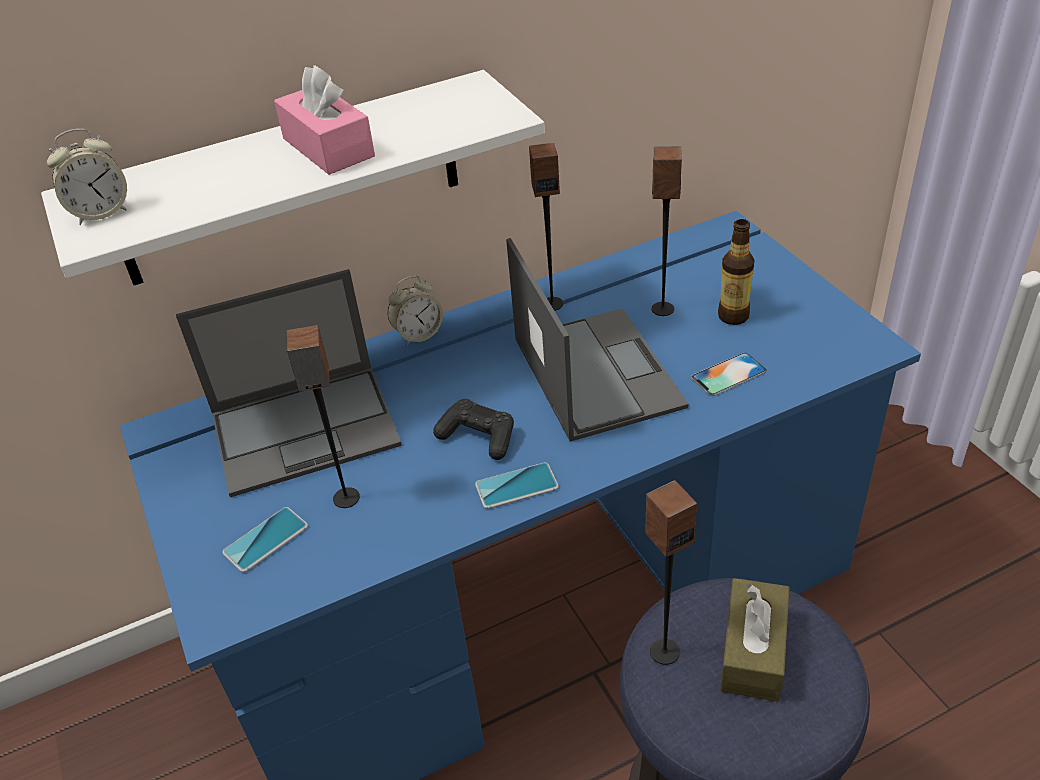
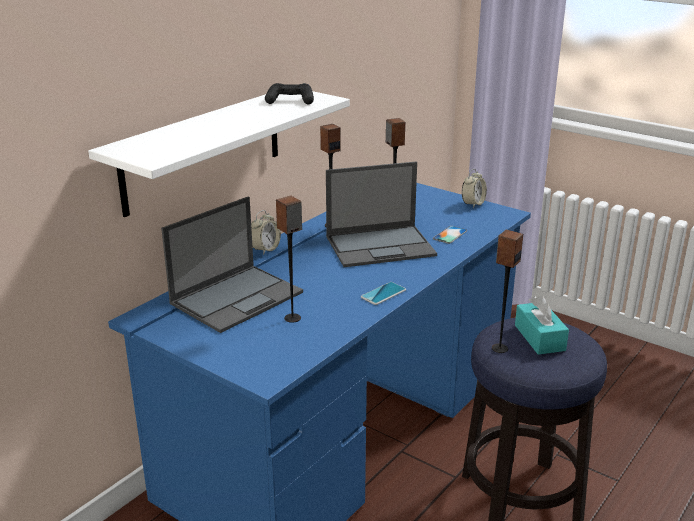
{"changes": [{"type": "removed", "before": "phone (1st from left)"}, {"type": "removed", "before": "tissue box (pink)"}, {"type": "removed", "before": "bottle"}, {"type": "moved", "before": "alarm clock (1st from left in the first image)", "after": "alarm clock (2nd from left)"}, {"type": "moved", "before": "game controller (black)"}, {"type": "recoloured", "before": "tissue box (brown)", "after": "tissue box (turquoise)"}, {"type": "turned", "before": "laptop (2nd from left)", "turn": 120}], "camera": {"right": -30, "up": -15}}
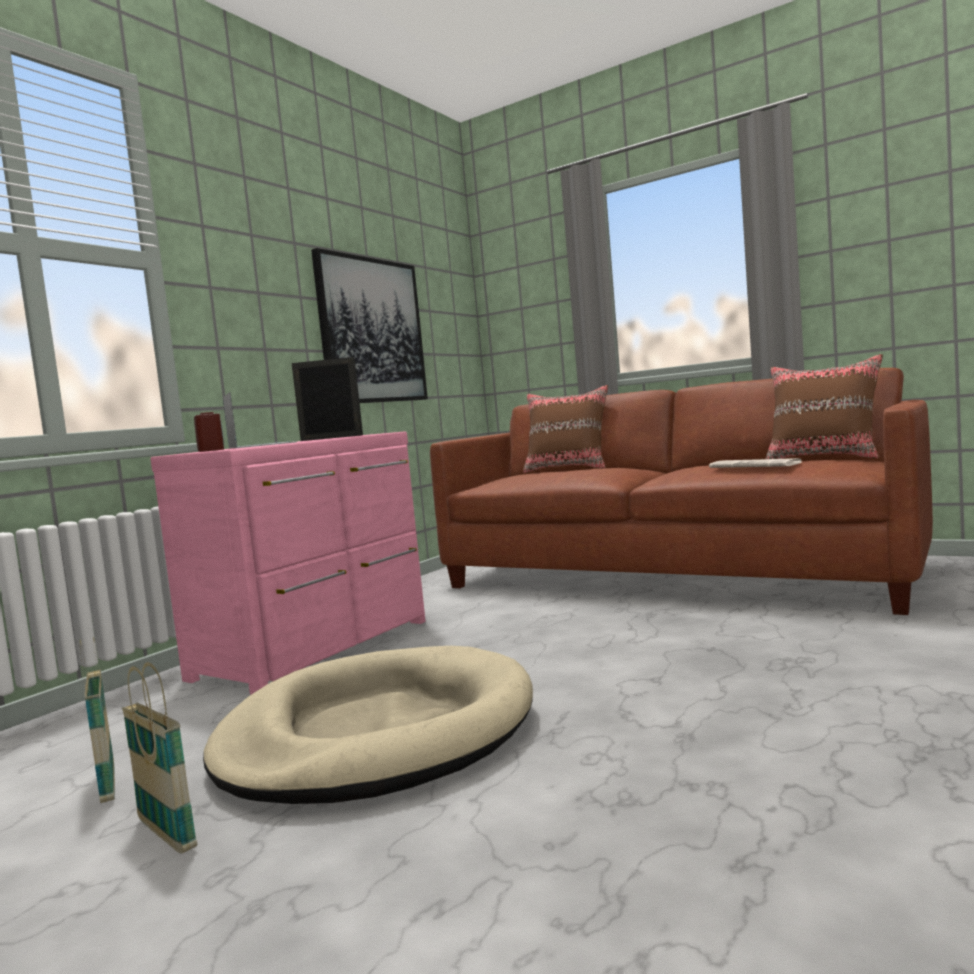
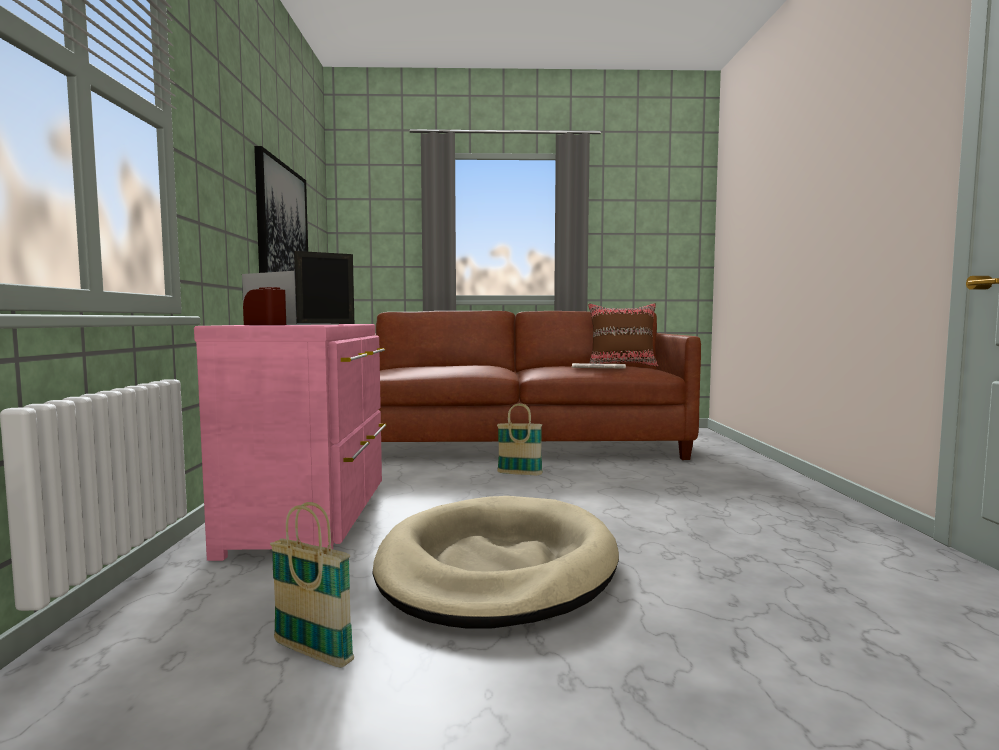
{"changes": [{"type": "removed", "before": "pillow (brown) (1st from left)"}, {"type": "moved", "before": "basket (2nd from left)"}], "camera": {"right": -35, "up": 0}}
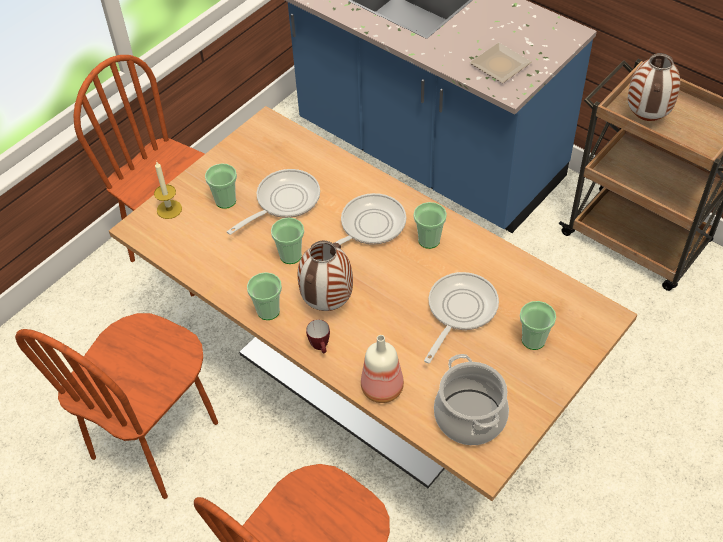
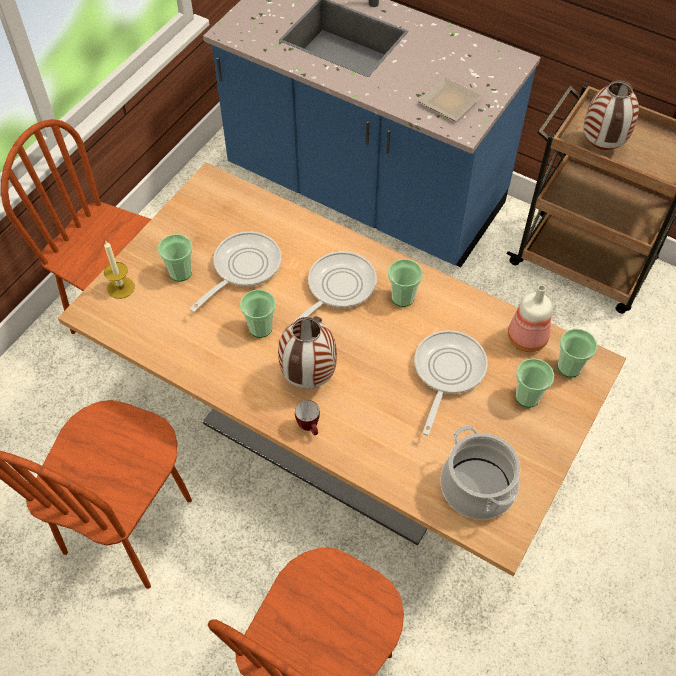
{"changes": [{"type": "moved", "before": "cup (2nd from left in the first image)", "after": "cup (5th from left)"}, {"type": "moved", "before": "bottle"}], "camera": {"right": -10, "up": 5}}
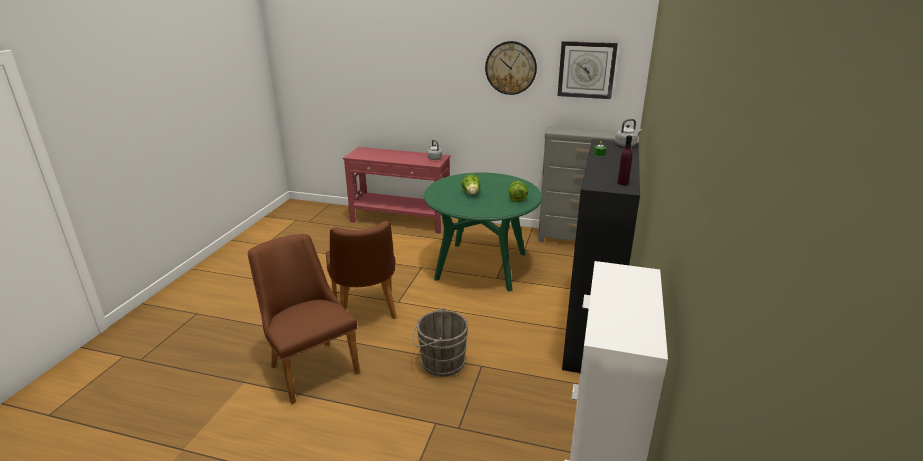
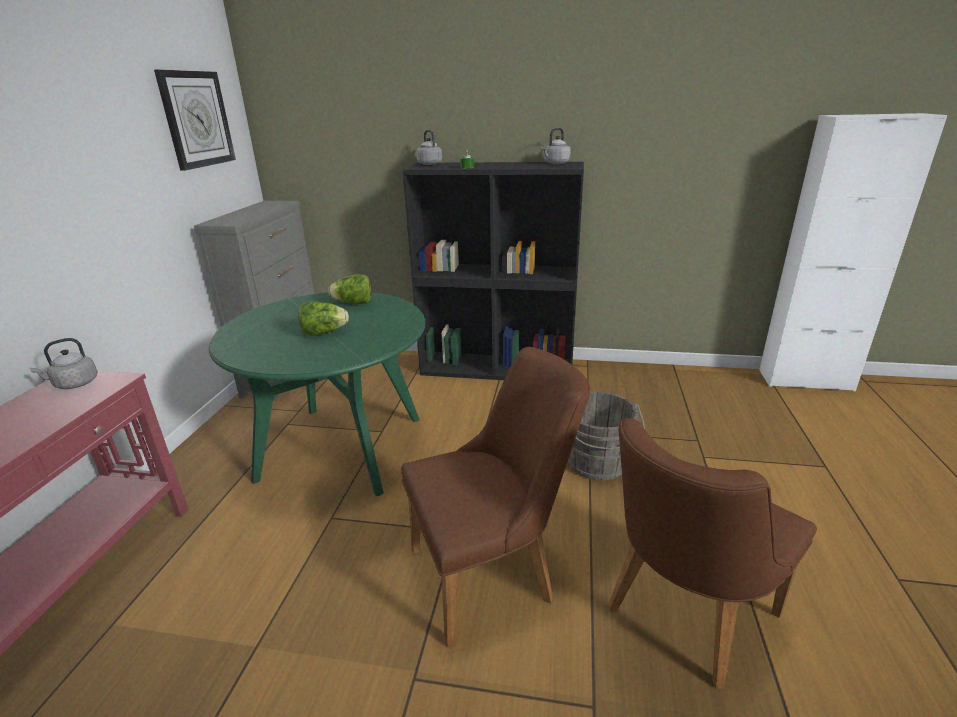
{"changes": [{"type": "removed", "before": "wall clock (1st from left)"}, {"type": "replaced", "before": "bottle (purple)", "after": "kettle (grey) (3rd from left)"}], "camera": {"right": -95, "up": 0}}
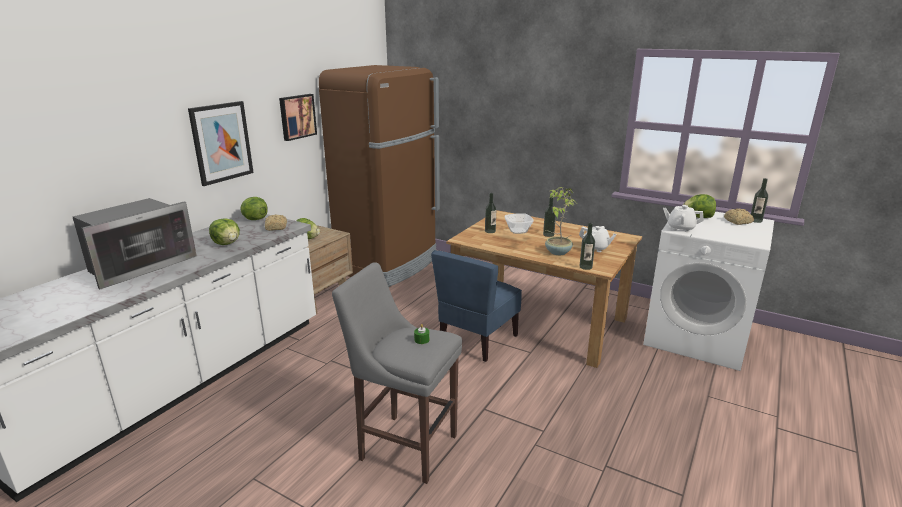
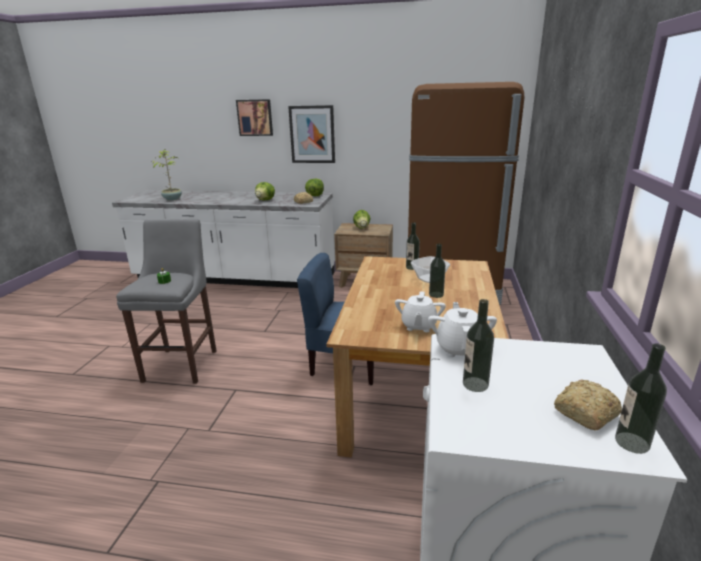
{"changes": [{"type": "removed", "before": "microwave"}, {"type": "removed", "before": "lettuce (4th from left)"}, {"type": "moved", "before": "picture (2nd from left in the first image)", "after": "picture (1st from left)"}, {"type": "moved", "before": "potted plant"}, {"type": "moved", "before": "bottle (3rd from left)"}], "camera": {"right": 70, "up": 0}}
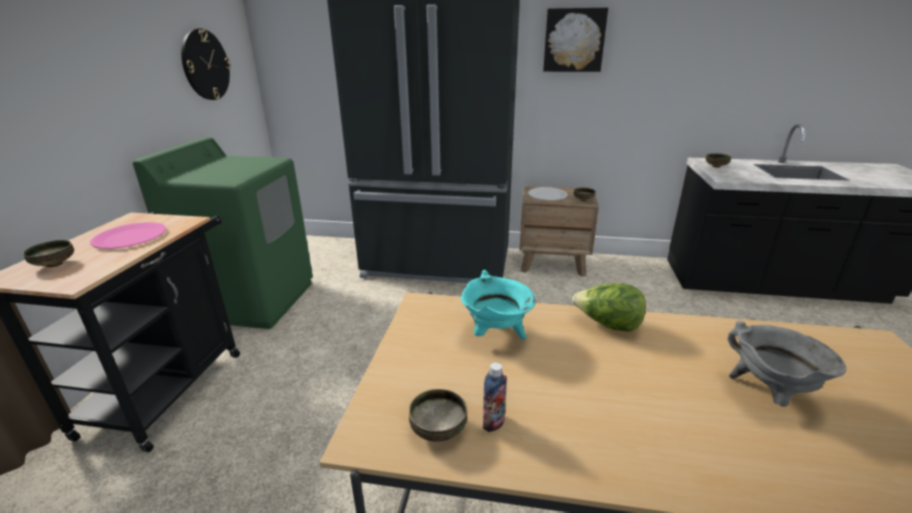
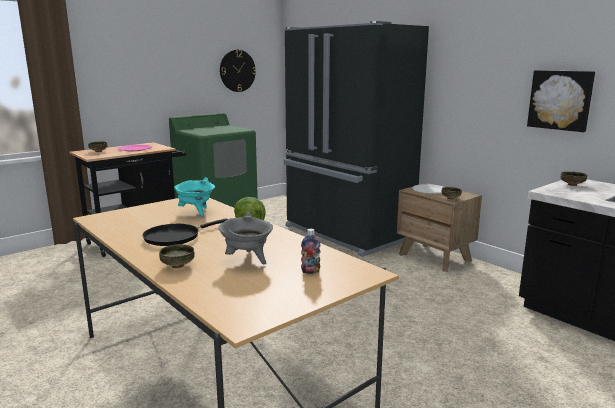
{"changes": [{"type": "added", "after": "frying pan (black)"}, {"type": "moved", "before": "bowl (2nd from left)"}, {"type": "moved", "before": "bottle"}, {"type": "moved", "before": "picture"}], "camera": {"right": 40, "up": -10}}
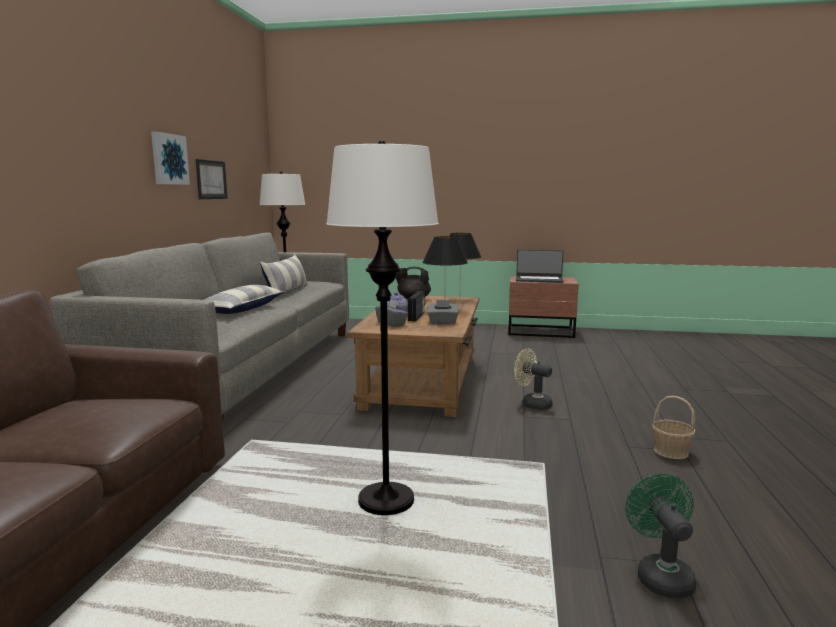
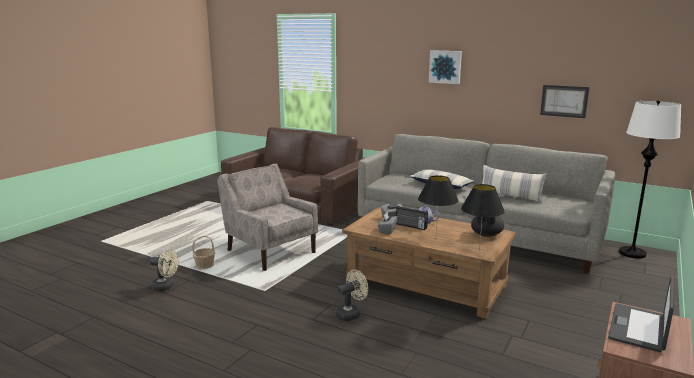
{"changes": [{"type": "moved", "before": "picture (1st from left)"}, {"type": "moved", "before": "basket"}, {"type": "replaced", "before": "floor lamp (white) (2nd from left)", "after": "armchair (beige)"}, {"type": "recoloured", "before": "fan (green)", "after": "fan (beige) (1st from left)"}], "camera": {"right": 110, "up": 5}}
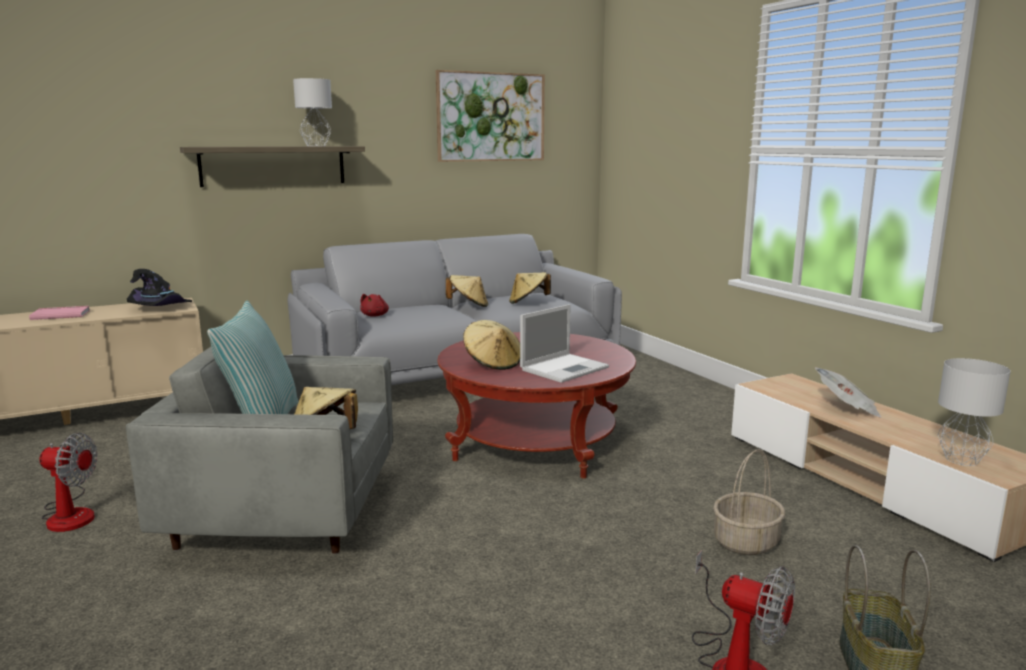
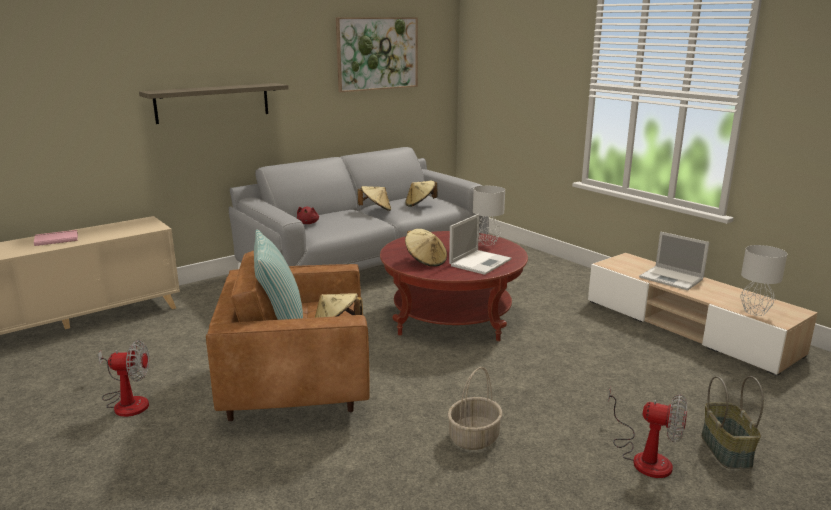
{"changes": [{"type": "removed", "before": "hat (black)"}, {"type": "moved", "before": "table lamp (grey) (1st from left)"}, {"type": "moved", "before": "basket (1st from left)"}, {"type": "replaced", "before": "newspaper", "after": "laptop (2nd from left)"}, {"type": "recoloured", "before": "armchair (grey)", "after": "armchair (brown)"}], "camera": {"right": -10, "up": 5}}
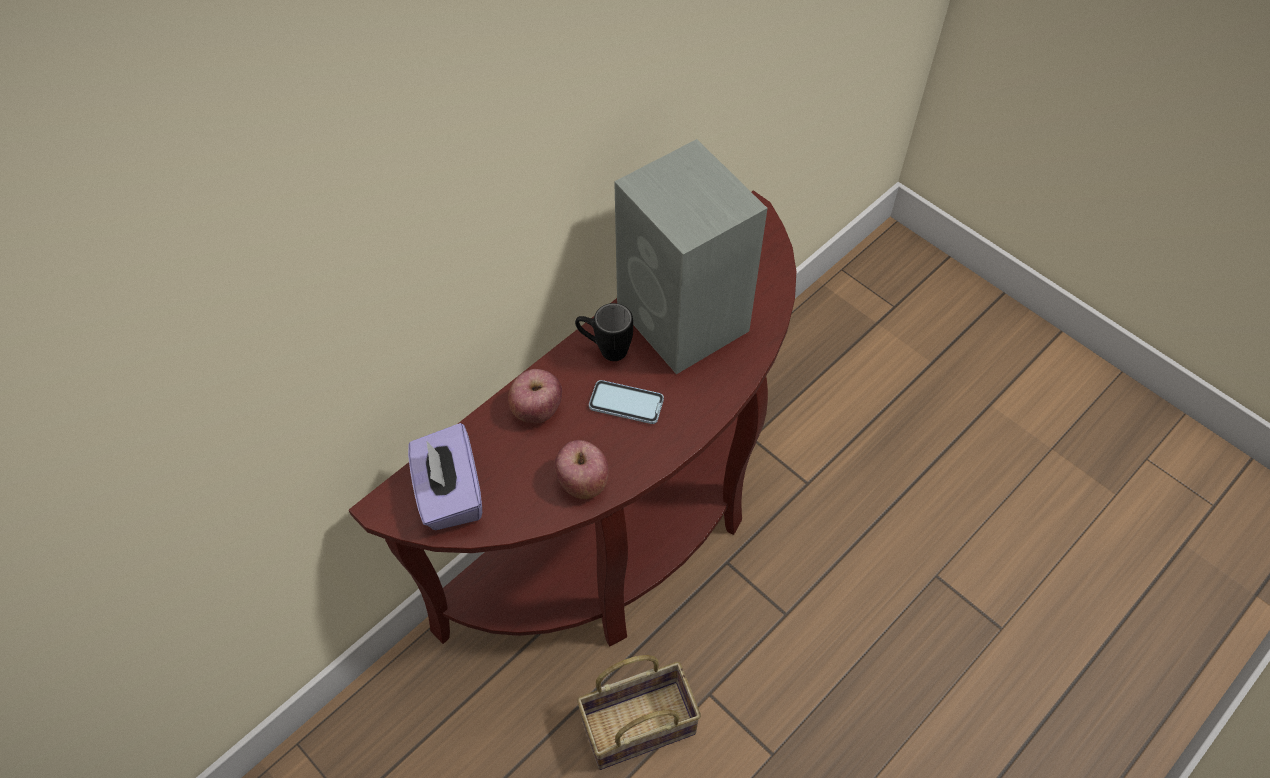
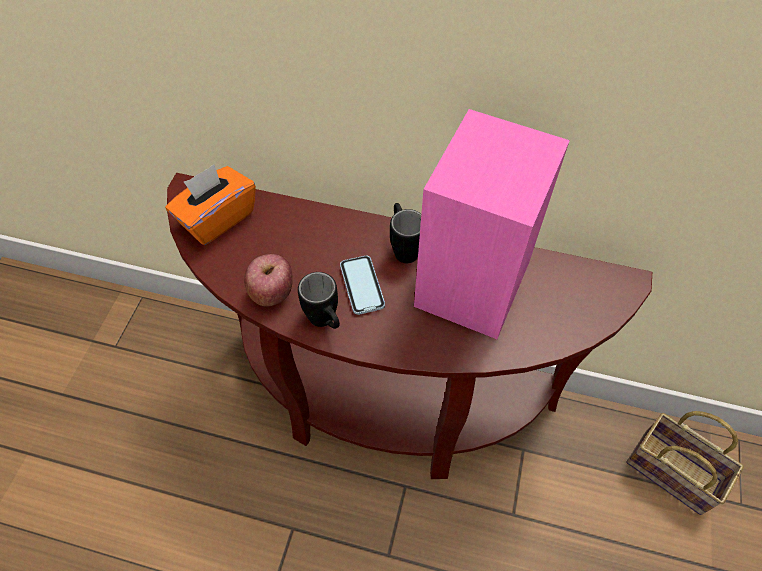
{"changes": [{"type": "removed", "before": "apple (1st from left)"}, {"type": "added", "after": "mug (black) (1st from left)"}, {"type": "moved", "before": "basket"}, {"type": "recoloured", "before": "tissue box (purple)", "after": "tissue box (orange)"}, {"type": "recoloured", "before": "speaker (grey)", "after": "speaker (pink)"}], "camera": {"right": 60, "up": 0}}
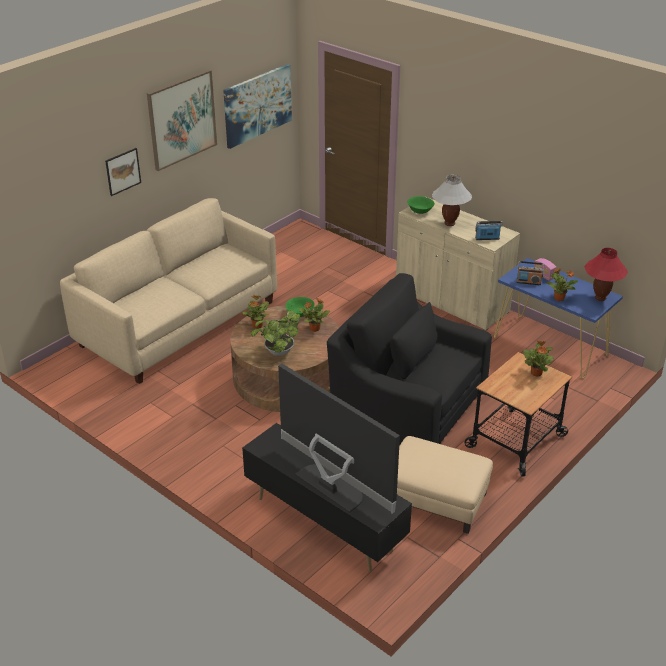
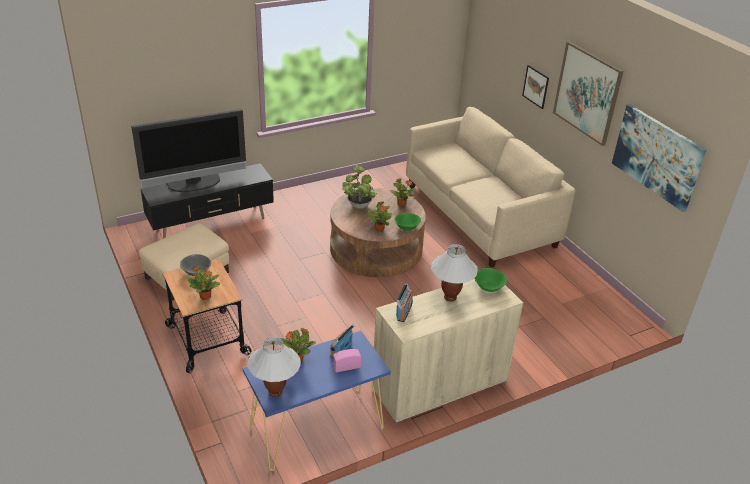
{"changes": [{"type": "removed", "before": "armchair (black)"}, {"type": "added", "after": "bowl (grey)"}, {"type": "recoloured", "before": "table lamp (red)", "after": "table lamp (white) (1st from left)"}], "camera": {"right": 110, "up": 0}}
